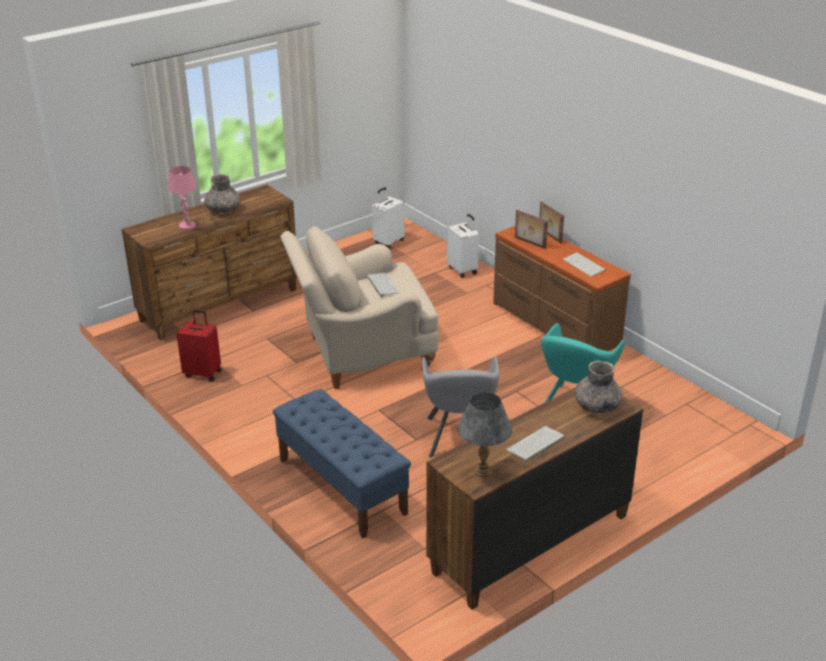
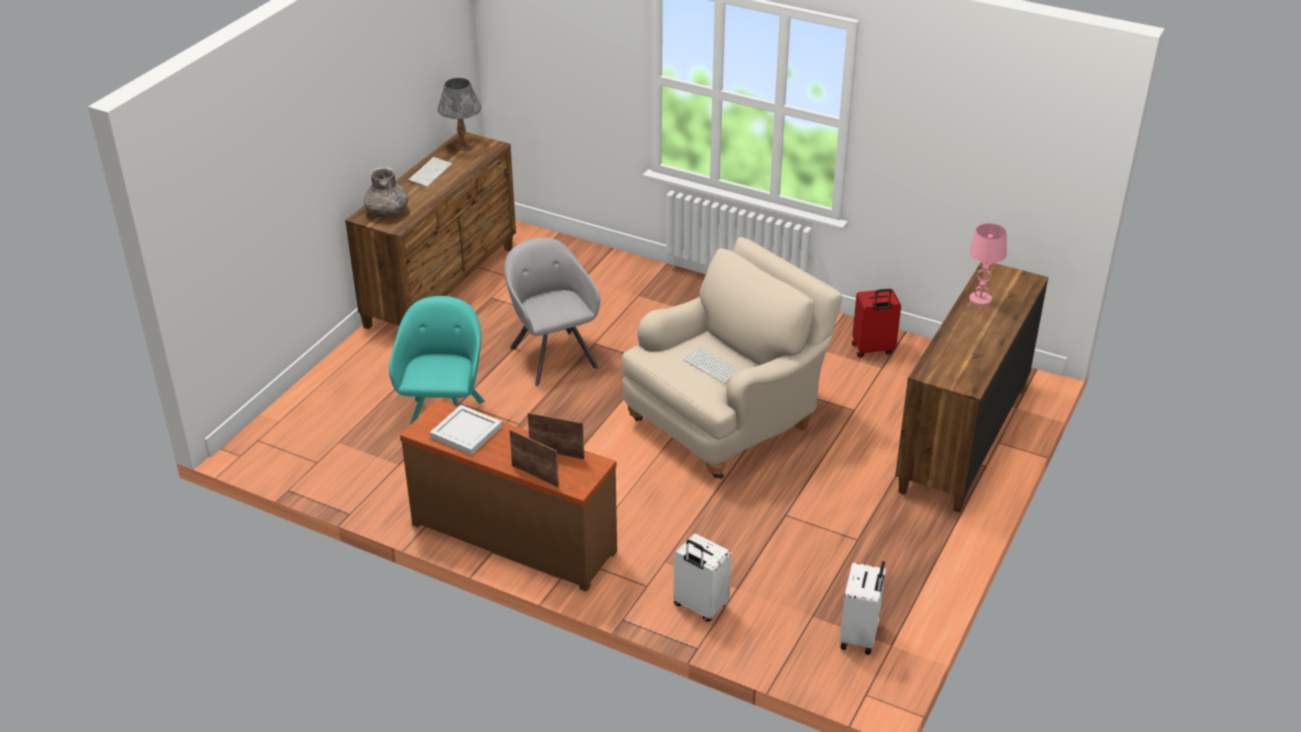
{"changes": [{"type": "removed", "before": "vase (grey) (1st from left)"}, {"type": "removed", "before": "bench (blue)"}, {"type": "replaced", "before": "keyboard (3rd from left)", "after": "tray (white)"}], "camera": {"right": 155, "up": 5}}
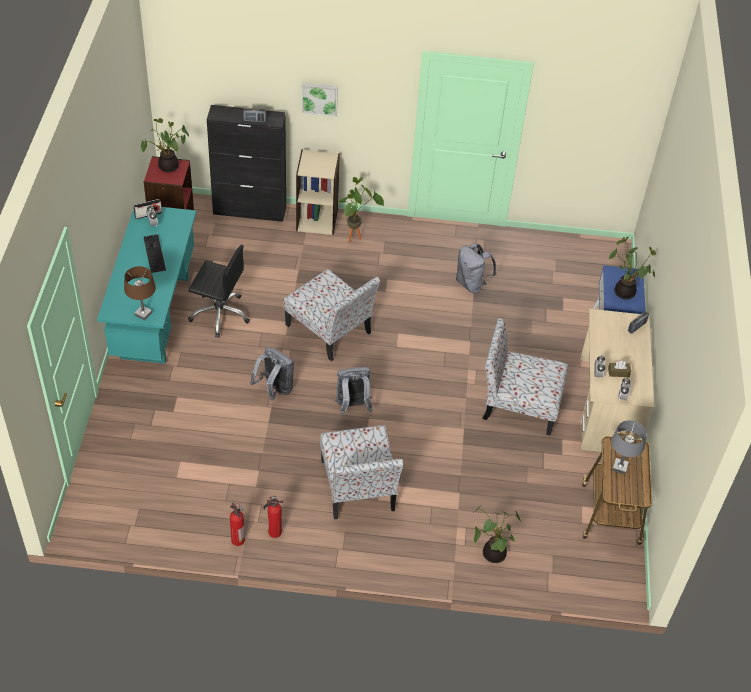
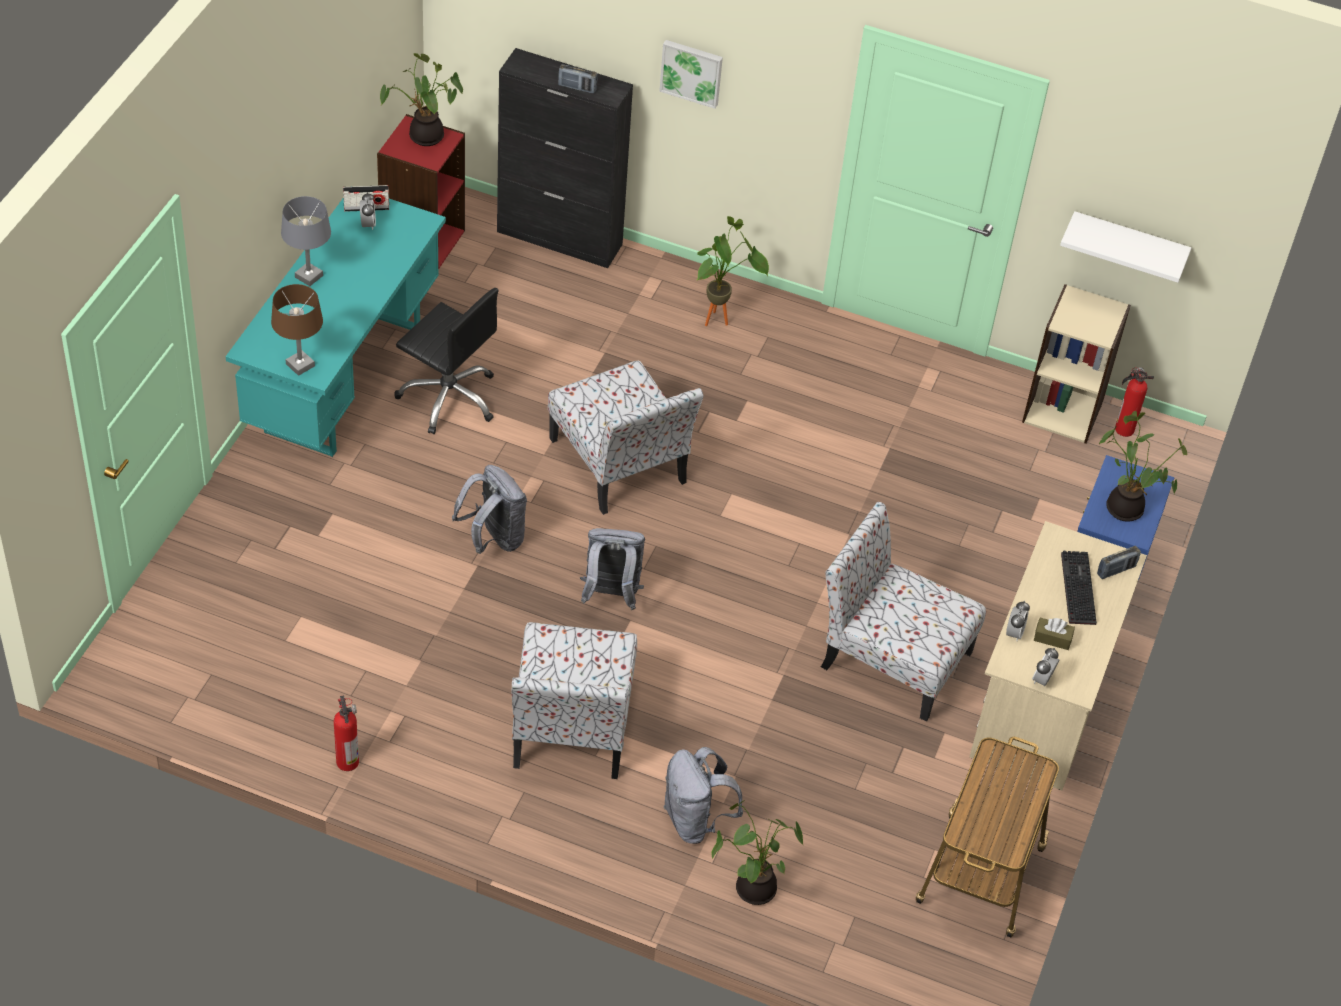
{"changes": [{"type": "added", "after": "shelf (white)"}, {"type": "moved", "before": "keyboard"}, {"type": "moved", "before": "fire extinguisher (2nd from left)"}, {"type": "moved", "before": "bookcase (beige)"}, {"type": "moved", "before": "backpack (grey) (3rd from left)"}, {"type": "moved", "before": "table lamp (grey)"}], "camera": {"right": 15, "up": 0}}
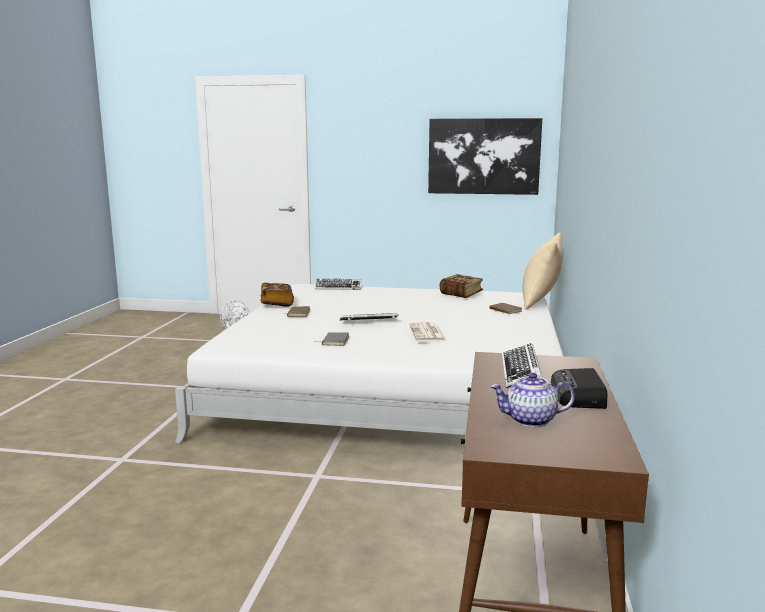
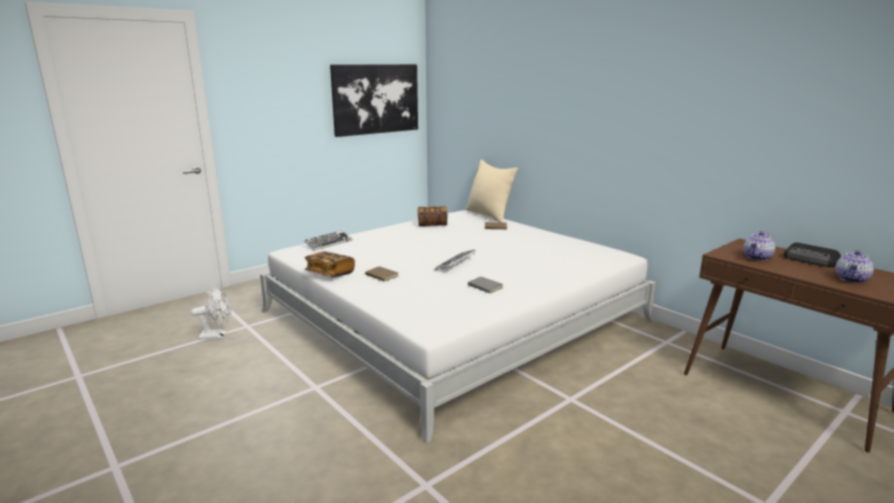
{"changes": [{"type": "removed", "before": "newspaper"}, {"type": "replaced", "before": "keyboard (3rd from left)", "after": "teapot (1st from left)"}], "camera": {"right": -50, "up": 5}}
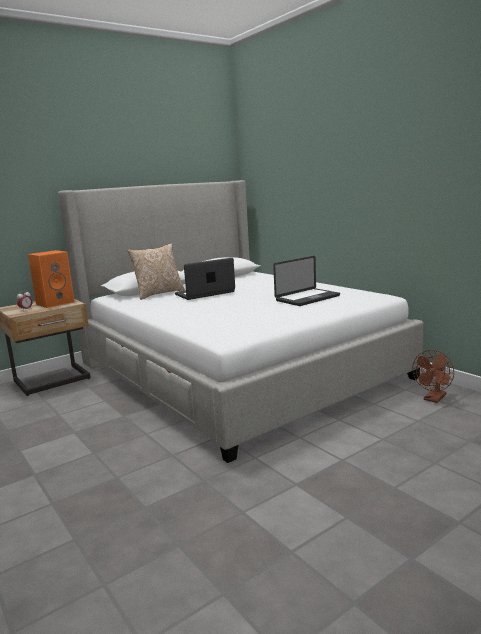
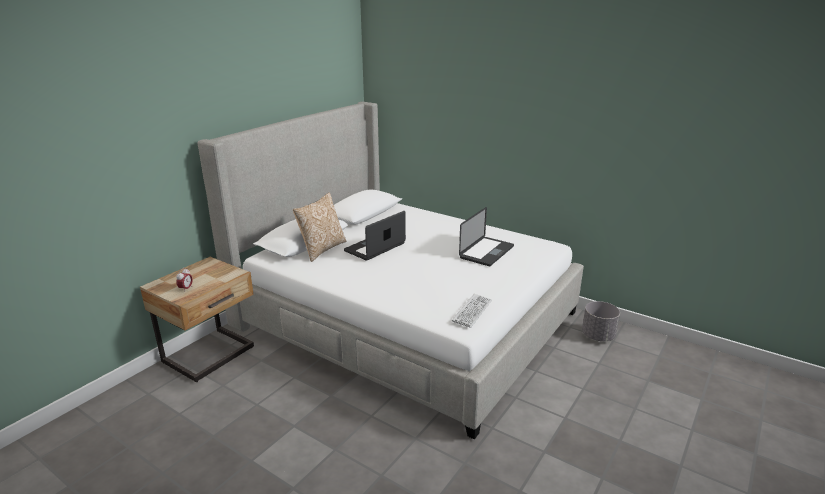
{"changes": [{"type": "removed", "before": "speaker (orange)"}, {"type": "added", "after": "keyboard"}, {"type": "replaced", "before": "fan (brown)", "after": "planter (grey)"}], "camera": {"right": -20, "up": 10}}
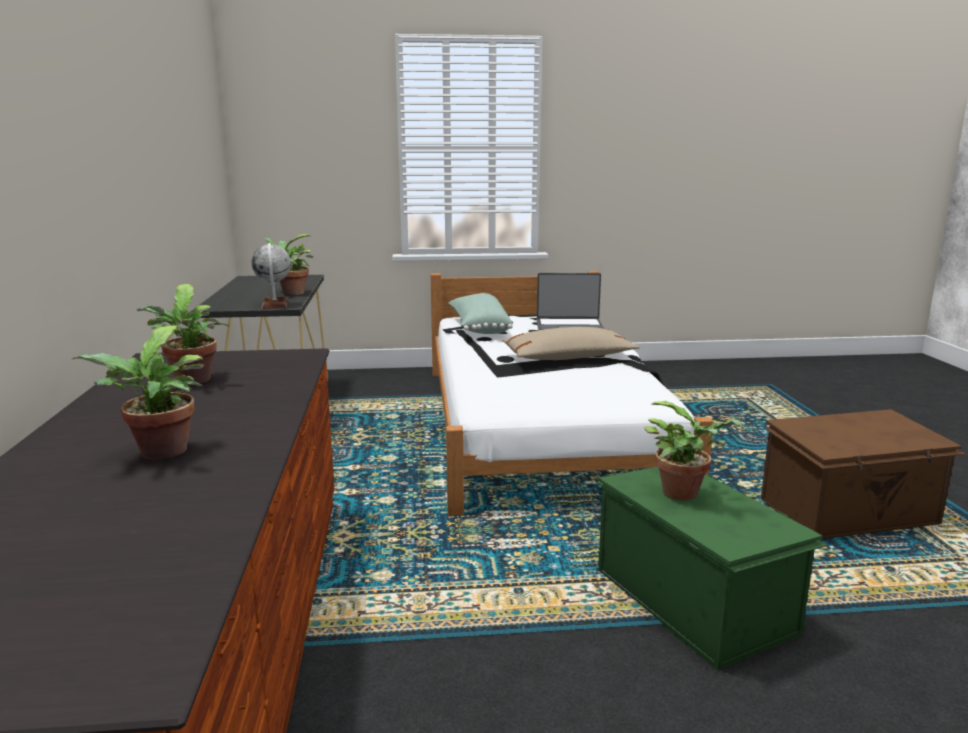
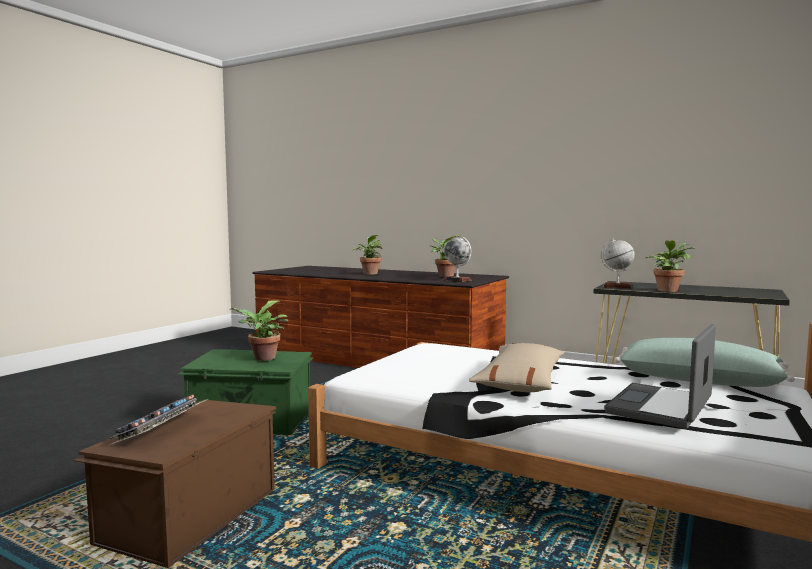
{"changes": [{"type": "added", "after": "keyboard"}, {"type": "added", "after": "globe (1st from left)"}], "camera": {"right": 125, "up": -10}}
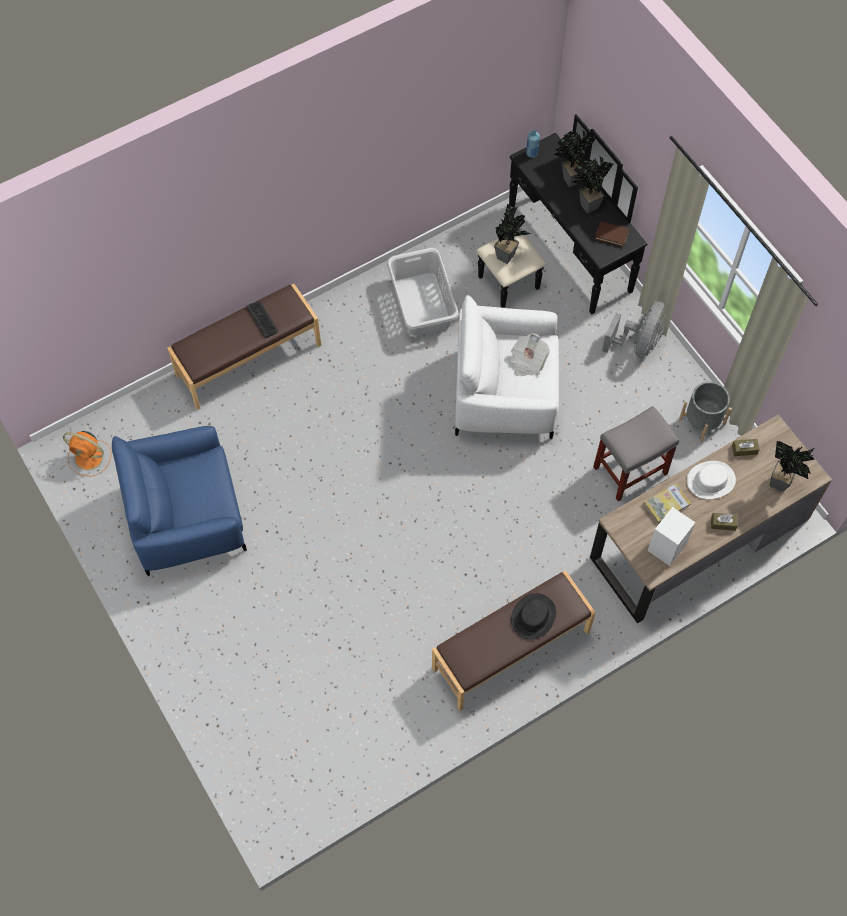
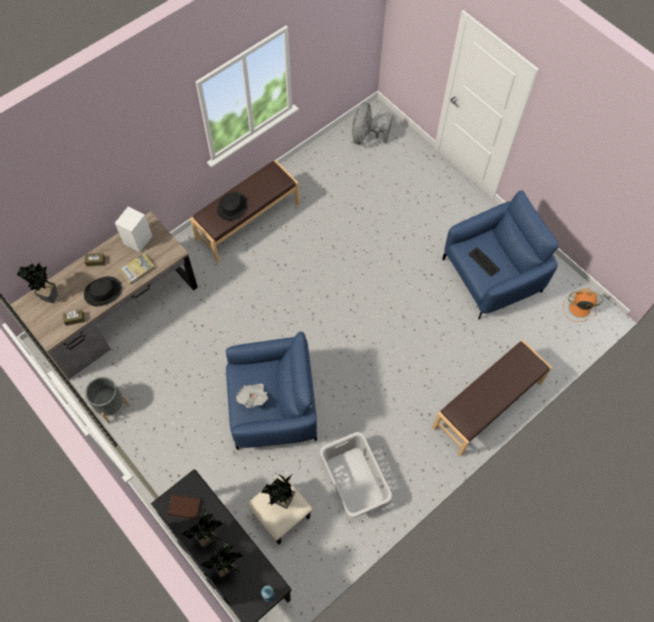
{"changes": [{"type": "removed", "before": "stool (grey)"}, {"type": "moved", "before": "keyboard"}, {"type": "moved", "before": "fan (grey)"}, {"type": "recoloured", "before": "armchair (white)", "after": "armchair (blue) (1st from left)"}, {"type": "recoloured", "before": "hat (white)", "after": "hat (black) (1st from left)"}], "camera": {"right": 170, "up": 0}}
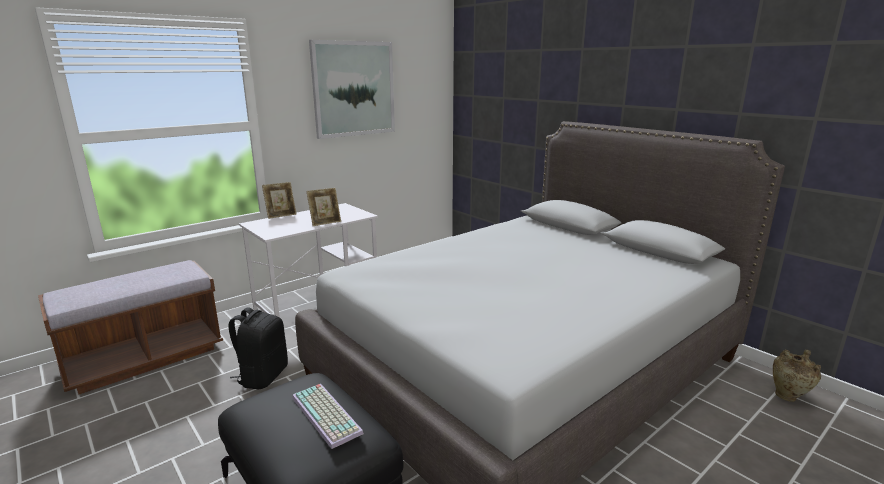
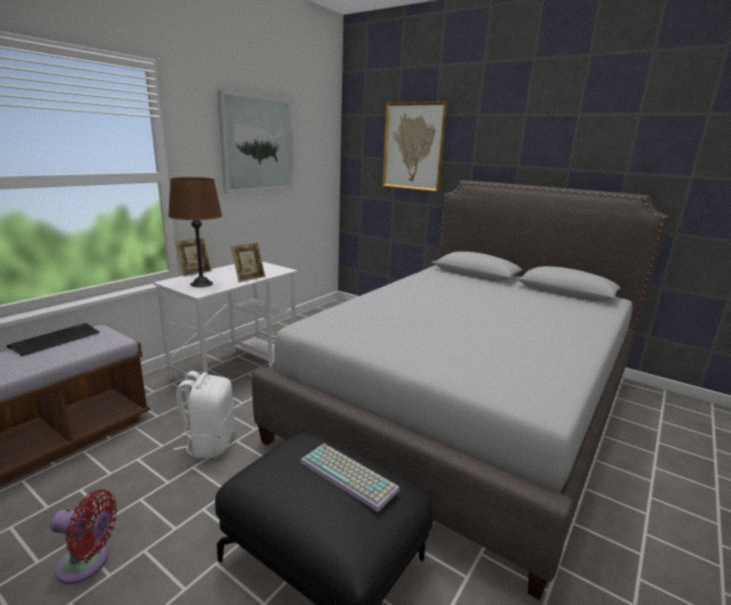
{"changes": [{"type": "removed", "before": "vase (beige)"}, {"type": "added", "after": "keyboard (1st from left)"}, {"type": "added", "after": "fan (red)"}, {"type": "added", "after": "table lamp (brown)"}, {"type": "added", "after": "picture (2nd from left)"}, {"type": "recoloured", "before": "backpack (black)", "after": "backpack (white)"}], "camera": {"right": -15, "up": 0}}
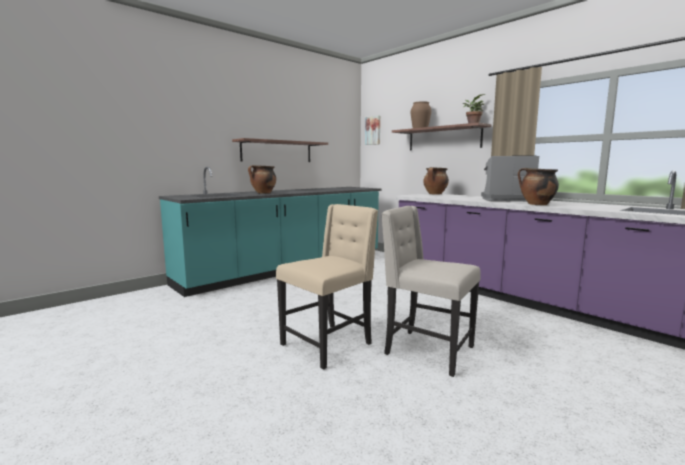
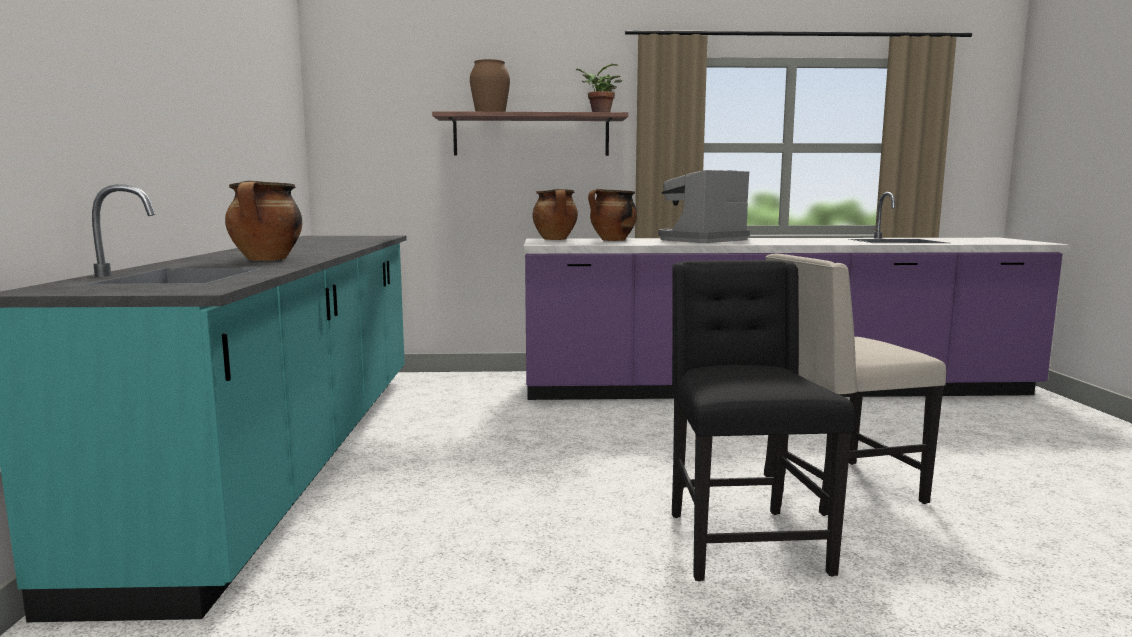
{"changes": [{"type": "removed", "before": "shelf (1st from left)"}, {"type": "removed", "before": "picture"}, {"type": "moved", "before": "cooking pot (3rd from left)"}, {"type": "recoloured", "before": "chair (beige) (1st from left)", "after": "chair (black)"}], "camera": {"right": -50, "up": 0}}
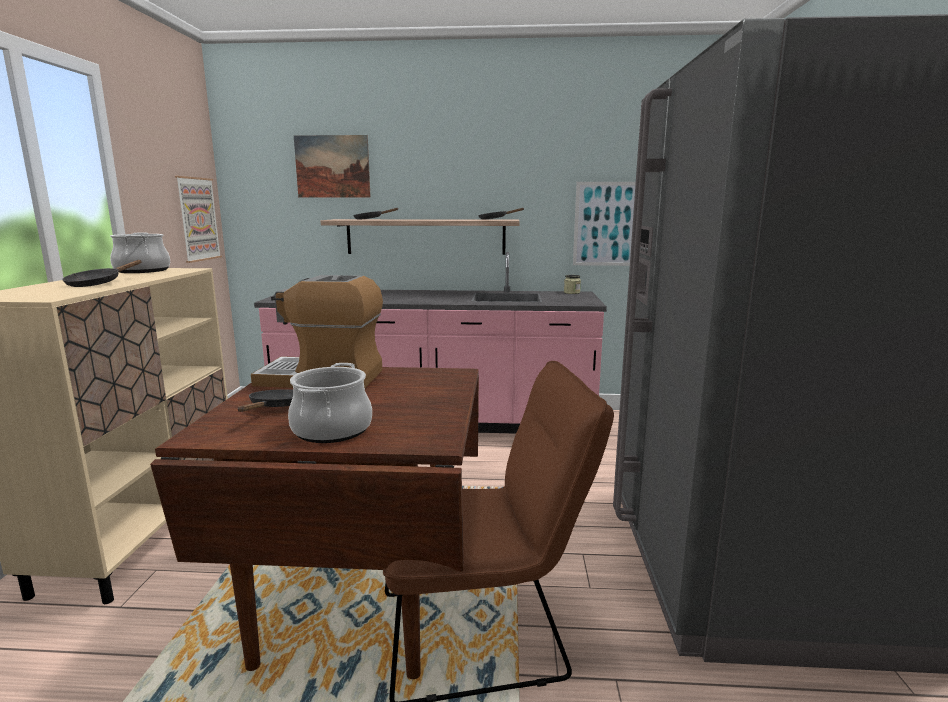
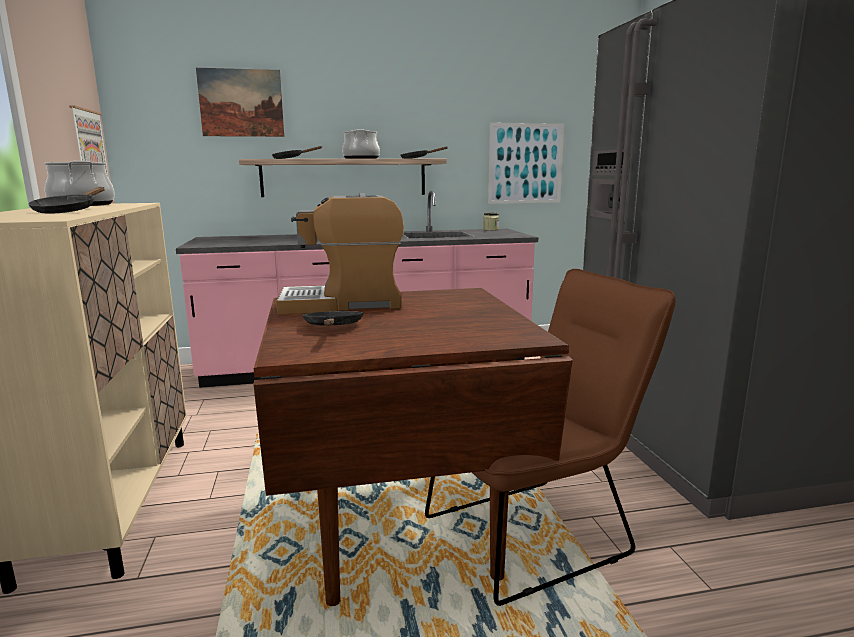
{"changes": [{"type": "moved", "before": "cooking pot (2nd from left)"}], "camera": {"right": -15, "up": 0}}
